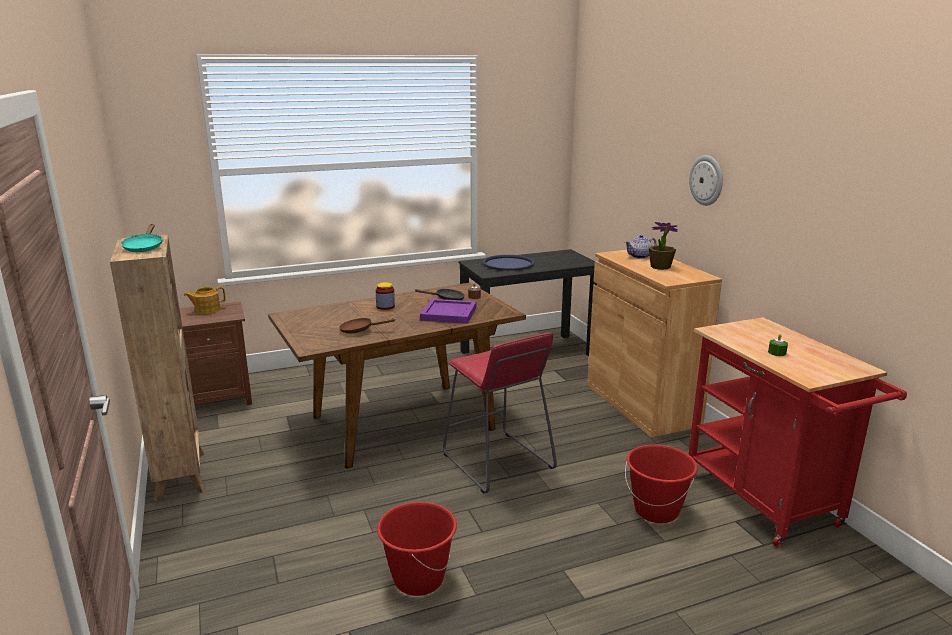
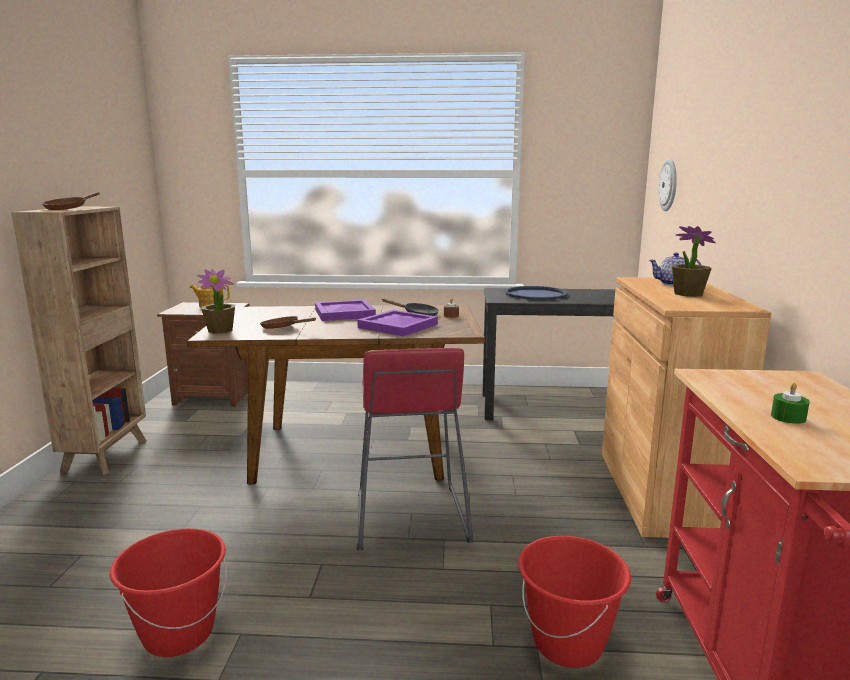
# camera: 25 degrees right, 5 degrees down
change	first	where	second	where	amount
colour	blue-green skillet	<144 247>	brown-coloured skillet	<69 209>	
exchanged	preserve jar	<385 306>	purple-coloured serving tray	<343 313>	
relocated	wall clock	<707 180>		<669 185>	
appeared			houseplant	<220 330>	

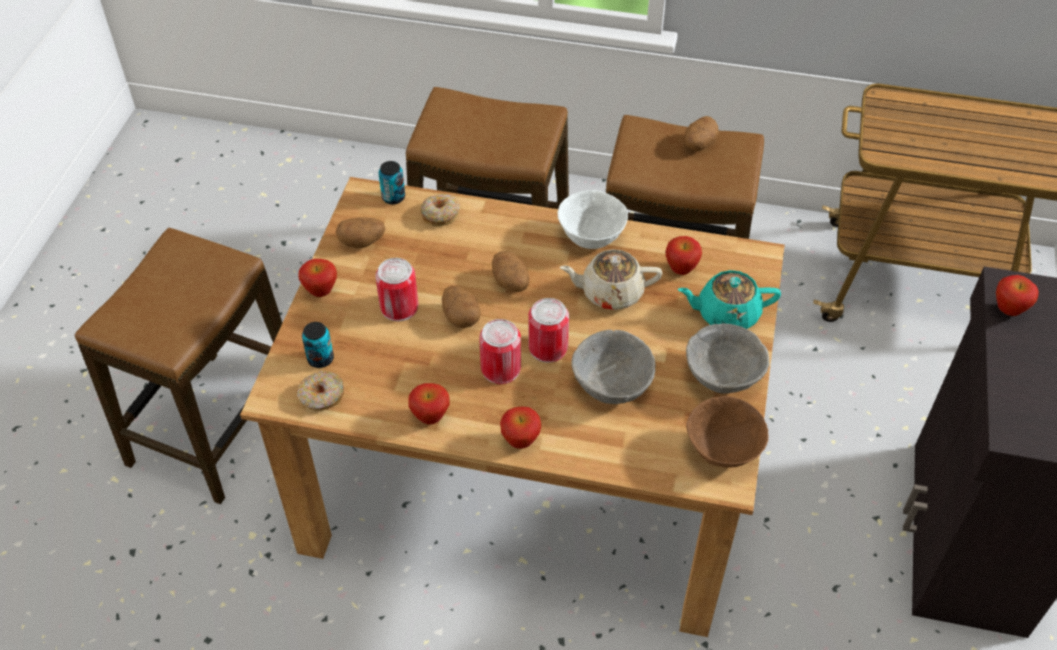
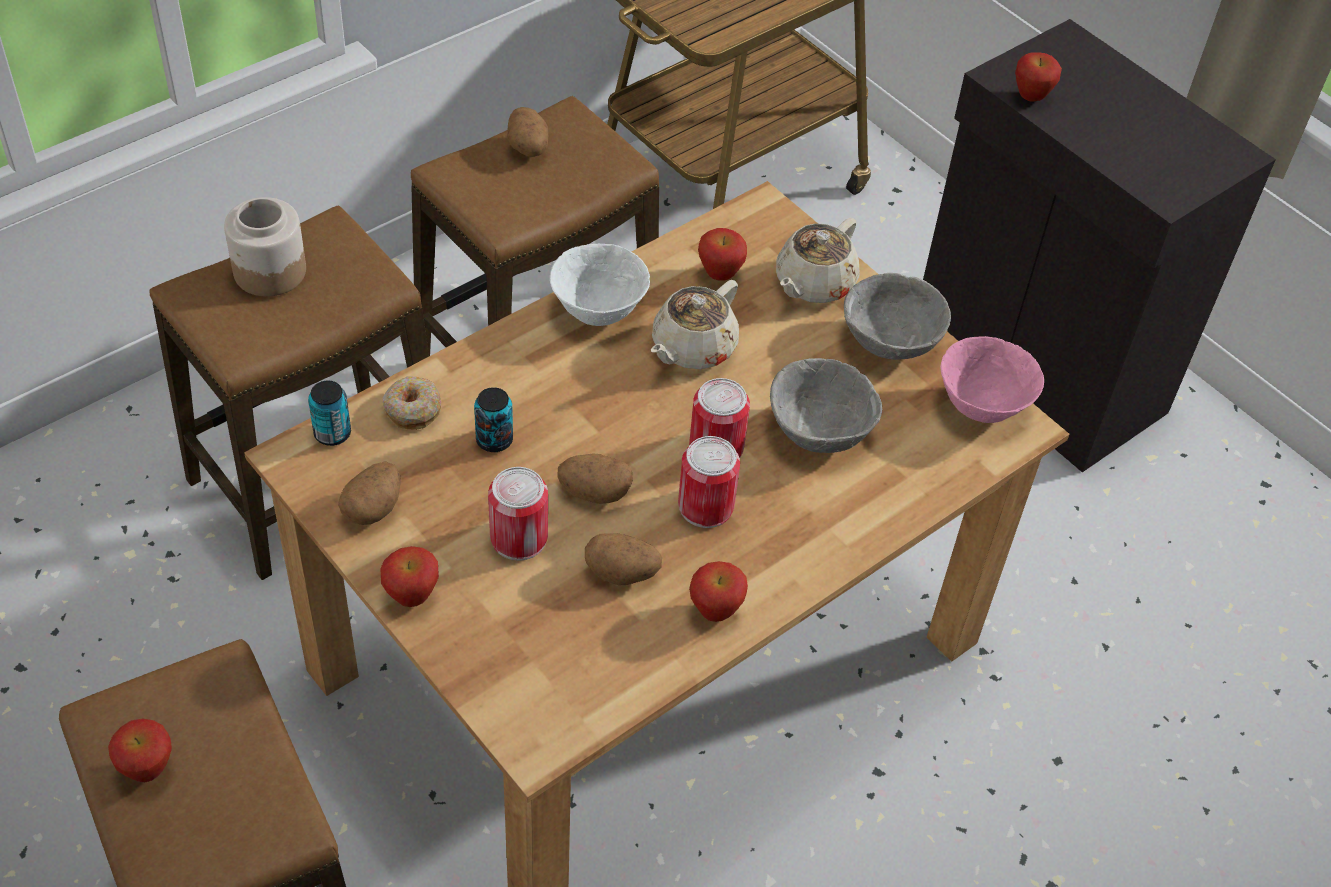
# camera: 55 degrees left, 0 degrees up
change	first	where	second	where	amount
missing	doughnut	<322 396>			
relocated	can	<320 359>		<494 440>	
relocated	spud	<511 283>		<622 572>	
relocated	whole apple	<520 442>		<148 770>	
colour	blue-green tea pot	<726 314>	beige tea pot	<813 283>	
colour	brown-coloured serving bowl	<722 452>	pink-coloured serving bowl	<982 407>	
appeared			preserve jar	<269 271>	

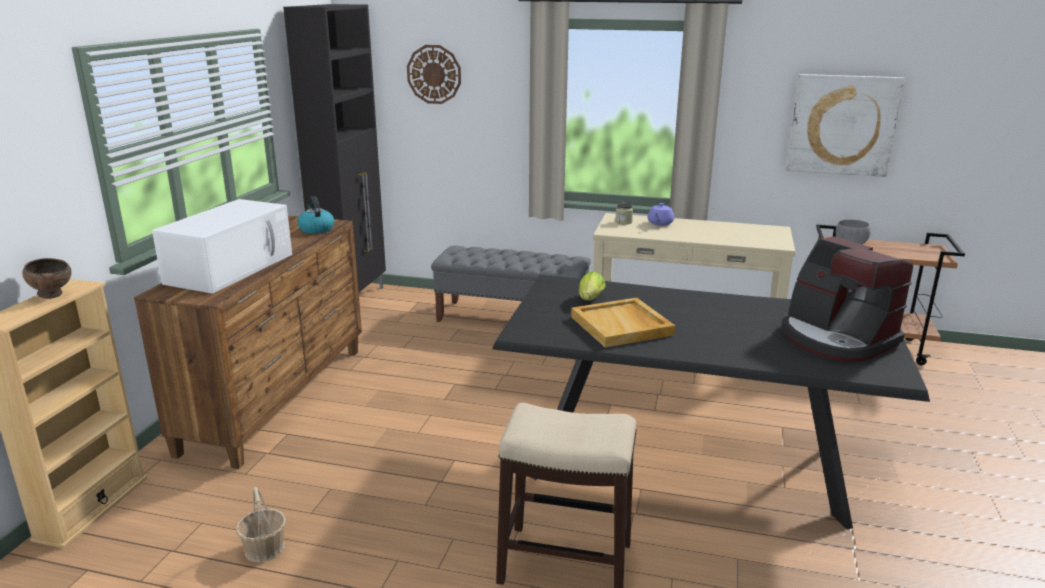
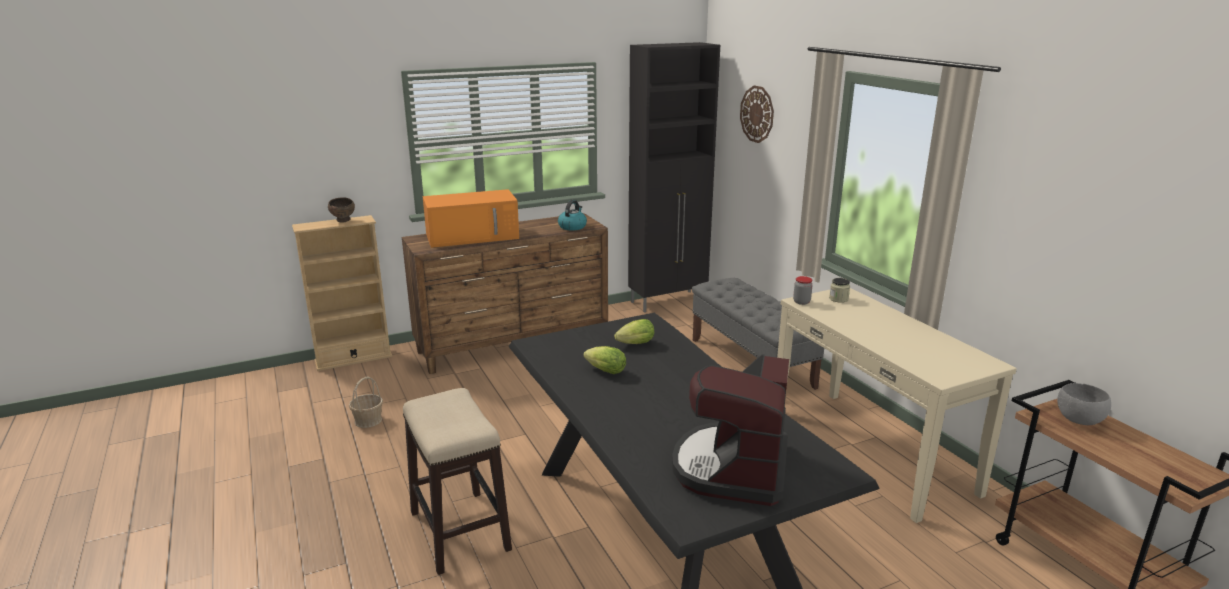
# camera: 50 degrees right, 0 degrees up
change	first	where	second	where	amount
colour	white-coloured kitchen microwave	<231 268>	orange kitchen microwave	<473 236>	
exchanged	beige serving tray	<622 326>	lettuce	<603 371>	
missing	purple-coloured tea pot	<660 223>			
missing	picture	<842 125>			
appeared			preserve jar	<801 302>	

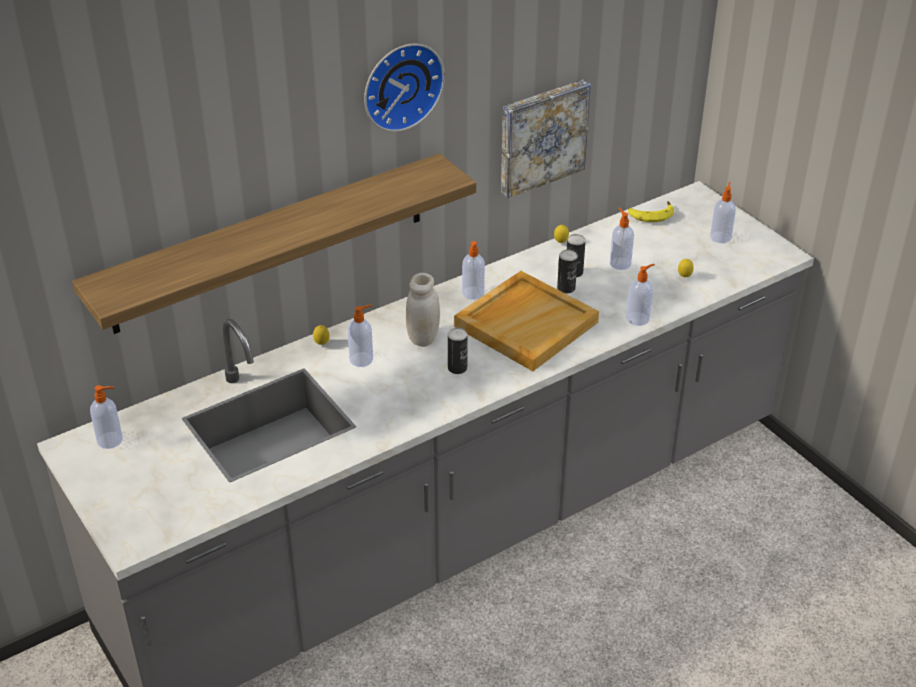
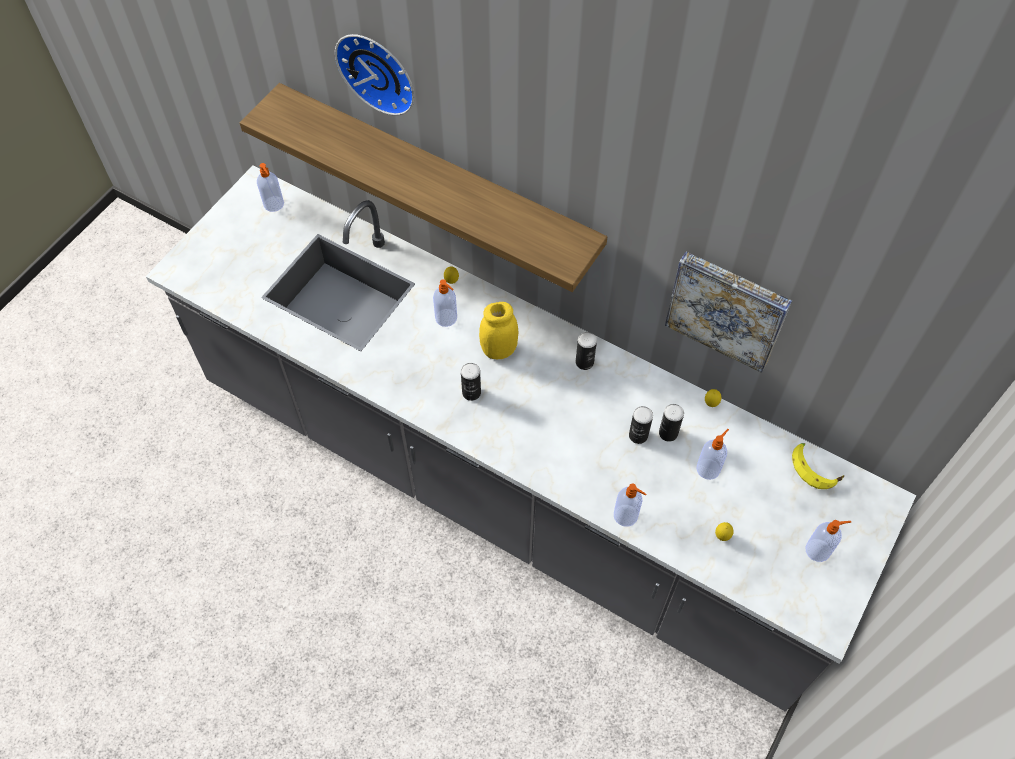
# camera: 65 degrees right, 20 degrees up
change	first	where	second	where	amount
relocated	wall clock	<400 85>		<379 70>	
colour	white-coloured preserve jar	<423 338>	yellowish preserve jar	<499 350>	
missing	beige serving tray	<526 323>			
exchanged	liquid soap bottle	<473 293>	can	<584 362>	

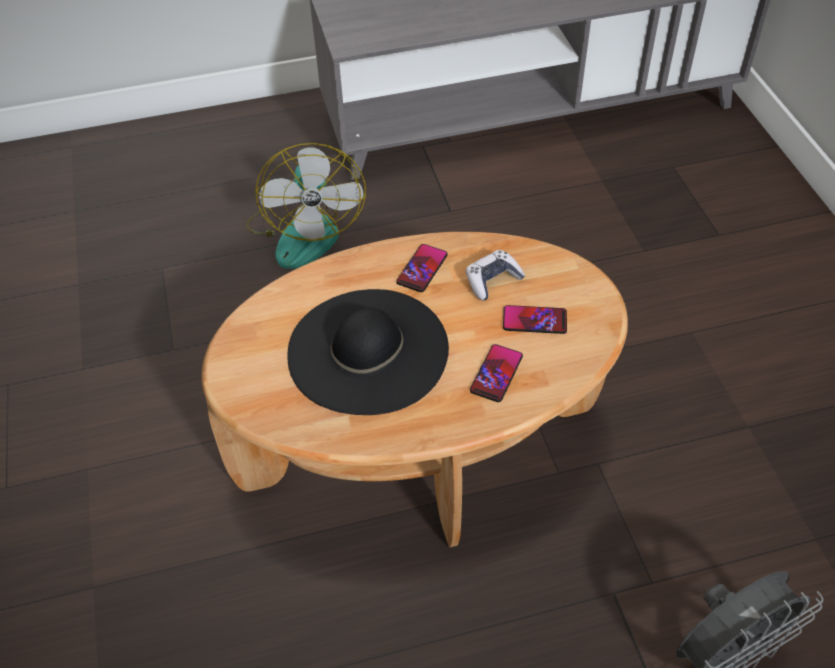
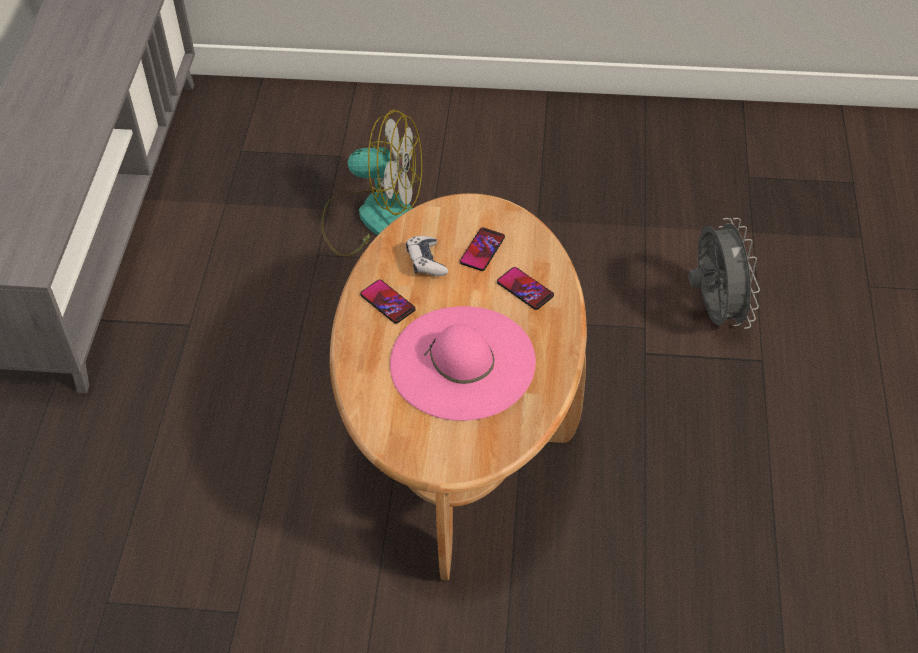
# camera: 70 degrees left, 0 degrees up
change	first	where	second	where	amount
relocated	electric fan	<305 230>		<373 217>	
colour	black clothing hat	<368 351>	pink-coloured clothing hat	<463 362>	

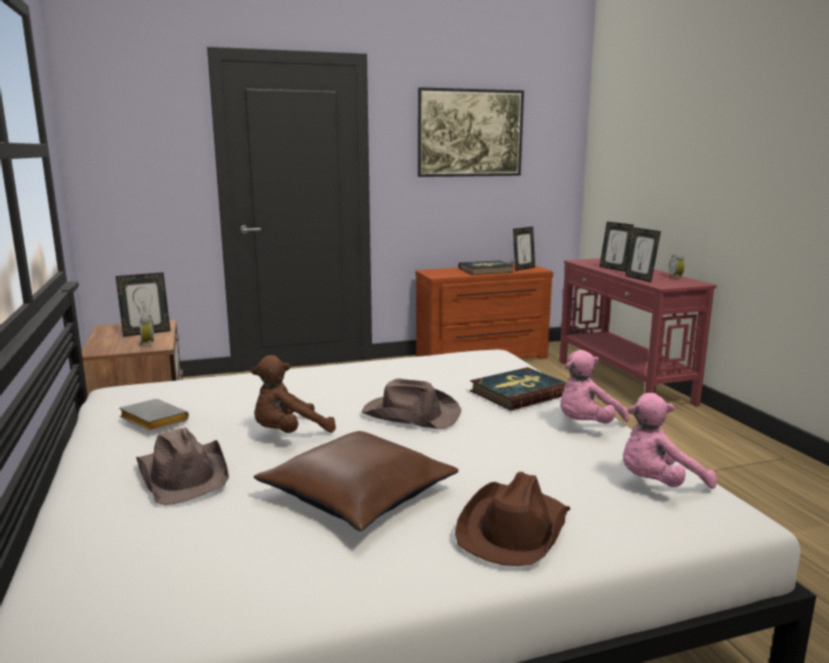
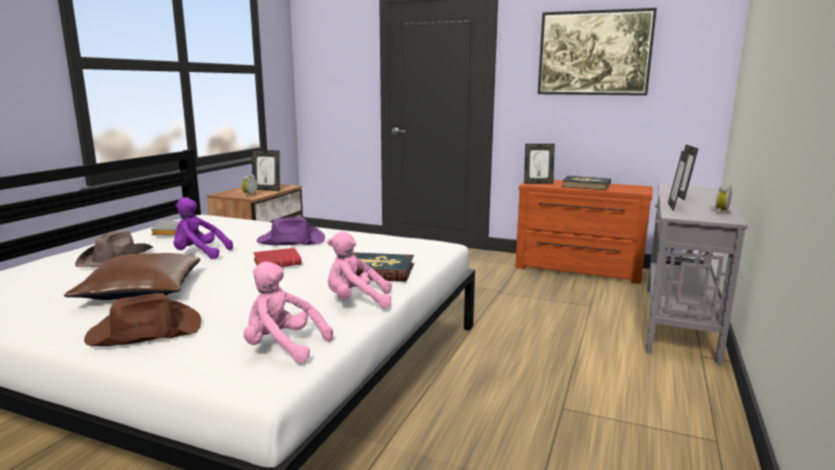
# camera: 40 degrees right, 0 degrees up
change	first	where	second	where	amount
colour	brown-coloured soft toy	<289 434>	purple-coloured soft toy	<199 254>	
exchanged	brown-coloured clothing hat	<410 414>	reddish book	<278 263>	
relocated	standing frame	<523 268>		<538 183>	
colour	reddish console table	<622 382>	grey console table	<678 321>	
appeared			purple-coloured clothing hat	<290 240>	

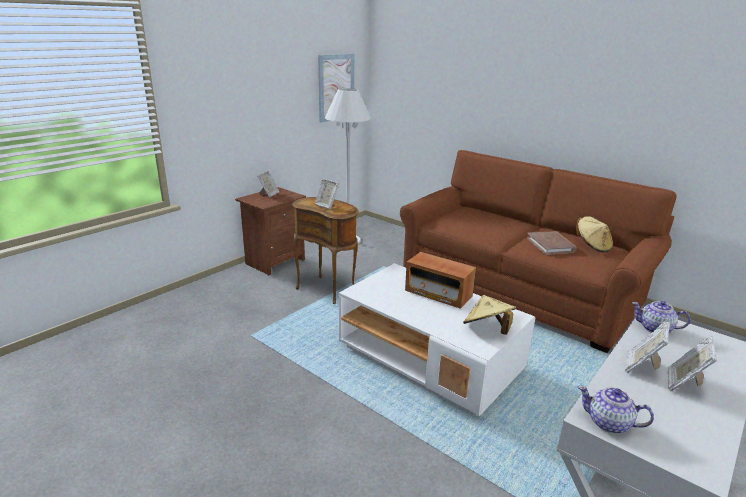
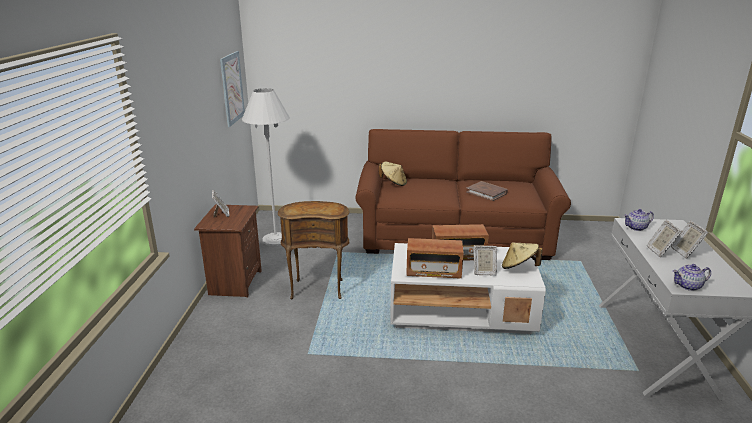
# camera: 35 degrees left, 0 degrees up
change	first	where	second	where	amount
relocated	standing frame	<326 206>		<483 272>	
relocated	beige clothing hat	<592 246>		<393 183>	
appeared			radio	<433 271>	

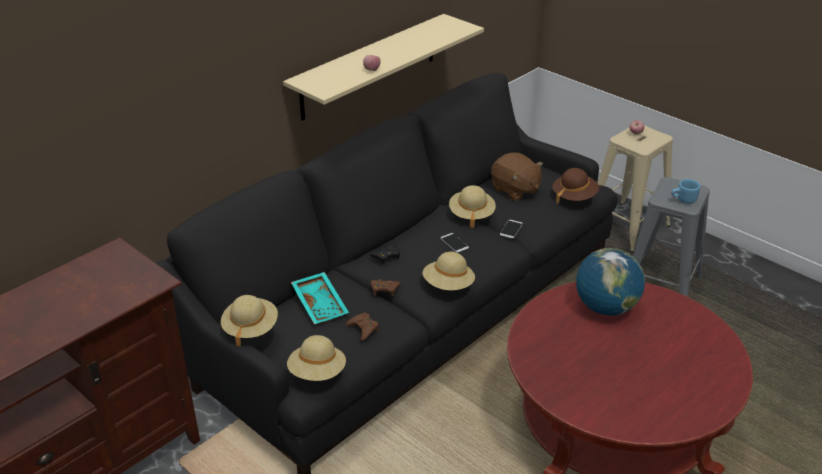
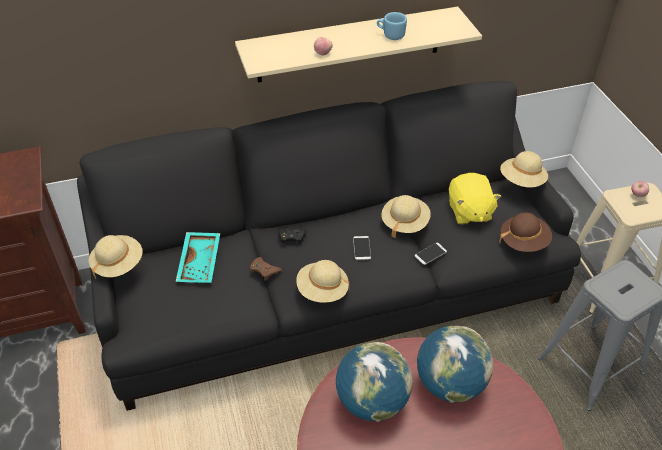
# camera: 30 degrees right, 10 degrees up
change	first	where	second	where	amount
relocated	beige clothing hat	<317 372>		<522 181>	
missing	brown-coloured game controller	<363 329>			
colour	brown-coloured soft toy	<515 190>	yellowish soft toy	<469 212>	
relocated	bluish coffee mug	<683 200>		<390 35>	
appeared			globe	<372 402>	

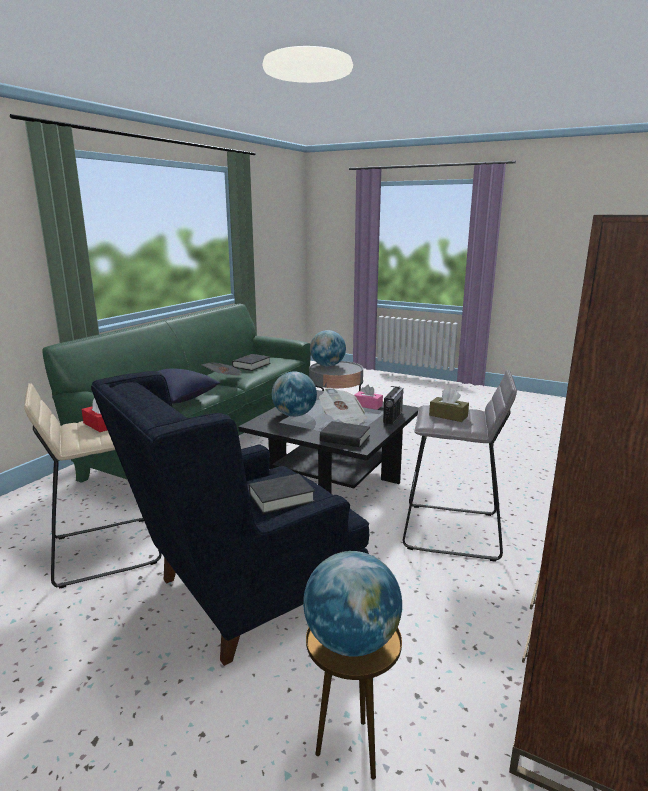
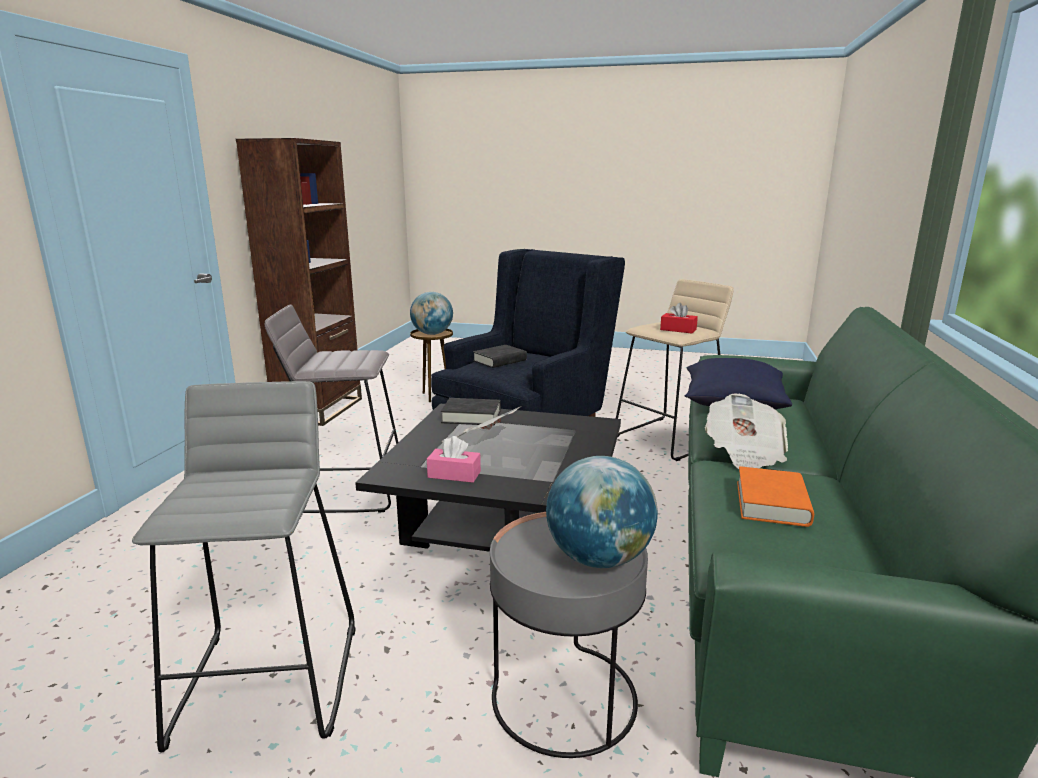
# camera: 165 degrees right, 0 degrees up
change	first	where	second	where	amount
colour	black book	<251 365>	orange book	<772 503>	
missing	globe	<294 415>			
missing	radio	<392 417>			
missing	brown-coloured tissue holder	<448 416>			
appeared			grey stool seat	<270 681>	

